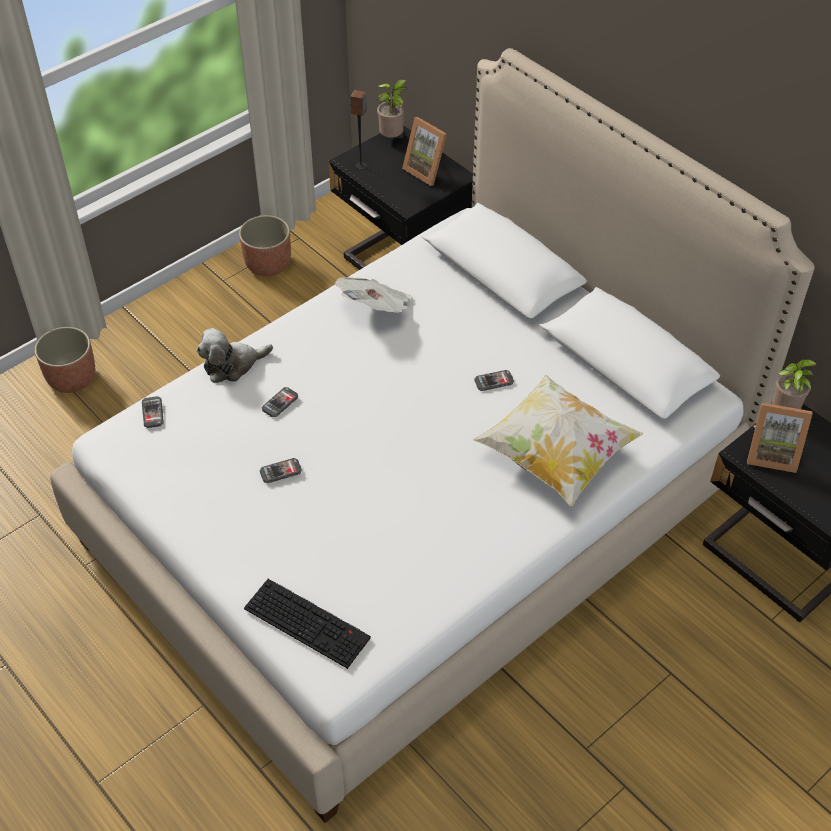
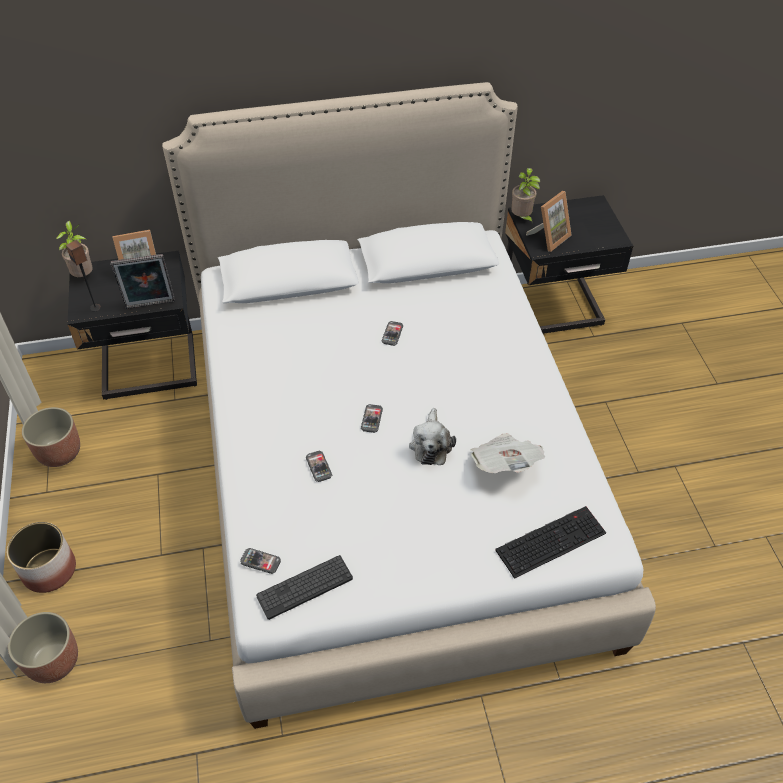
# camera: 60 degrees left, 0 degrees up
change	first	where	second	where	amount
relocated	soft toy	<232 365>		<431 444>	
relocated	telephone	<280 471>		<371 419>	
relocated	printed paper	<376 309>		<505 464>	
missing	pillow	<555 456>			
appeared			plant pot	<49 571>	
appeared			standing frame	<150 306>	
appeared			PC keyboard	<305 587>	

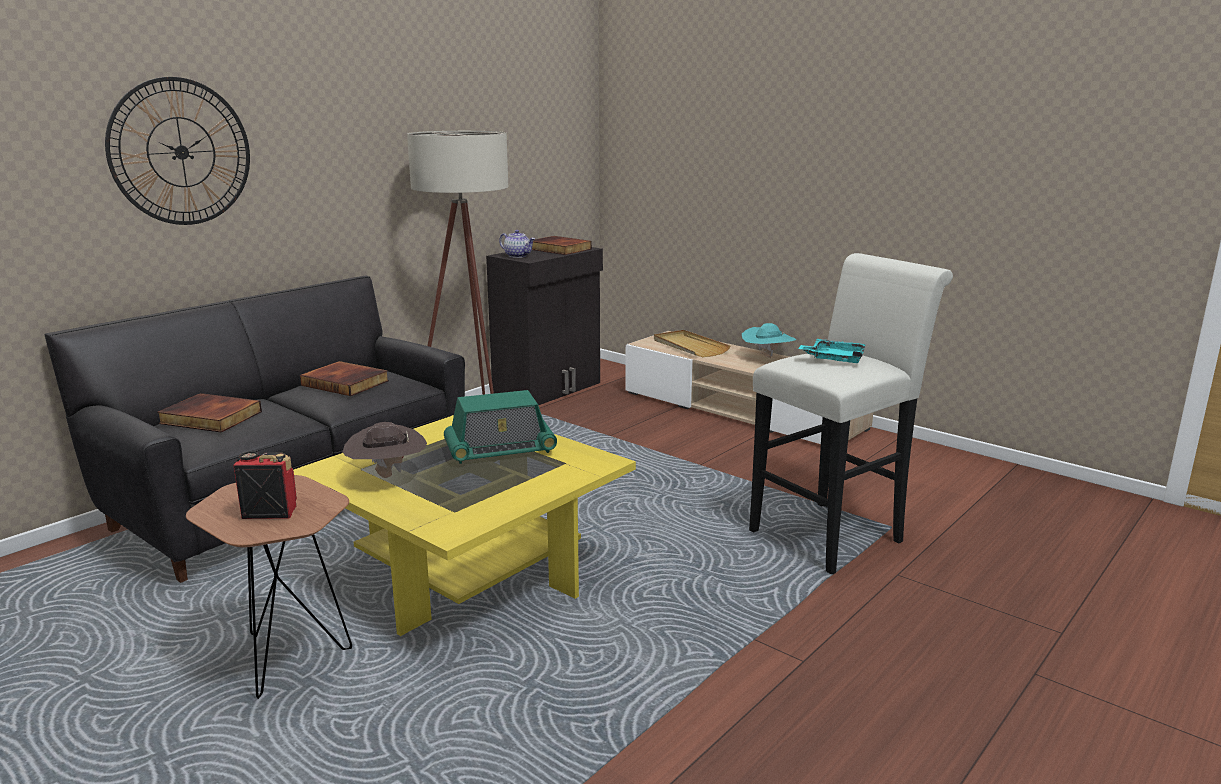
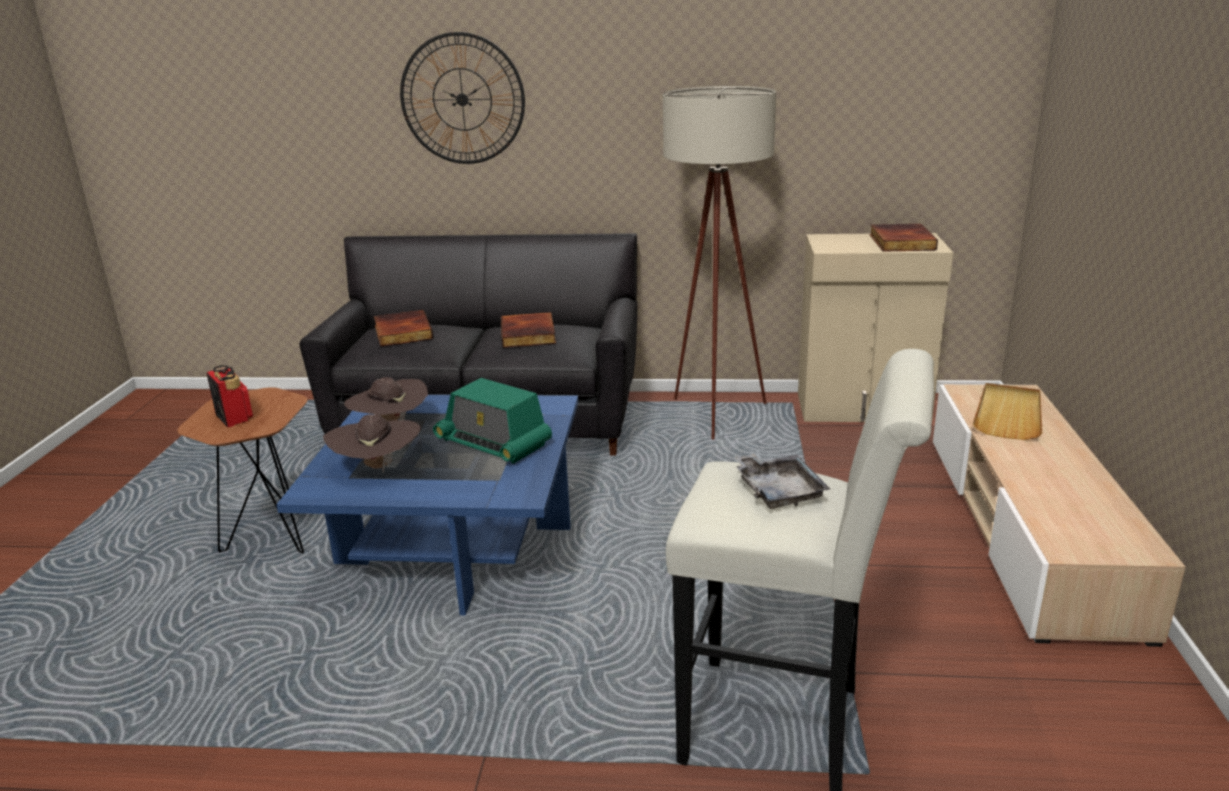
# camera: 55 degrees right, 5 degrees up
change	first	where	second	where	amount
colour	yellowish low table	<470 573>	bluish low table	<455 546>	
colour	black cupboard	<549 389>	beige cupboard	<863 408>	
missing	tea pot	<518 256>			
missing	blue-green clothing hat	<767 358>			
colour	blue-green serving tray	<834 359>	grey serving tray	<778 491>	
appeared			brown-coloured clothing hat	<378 468>	

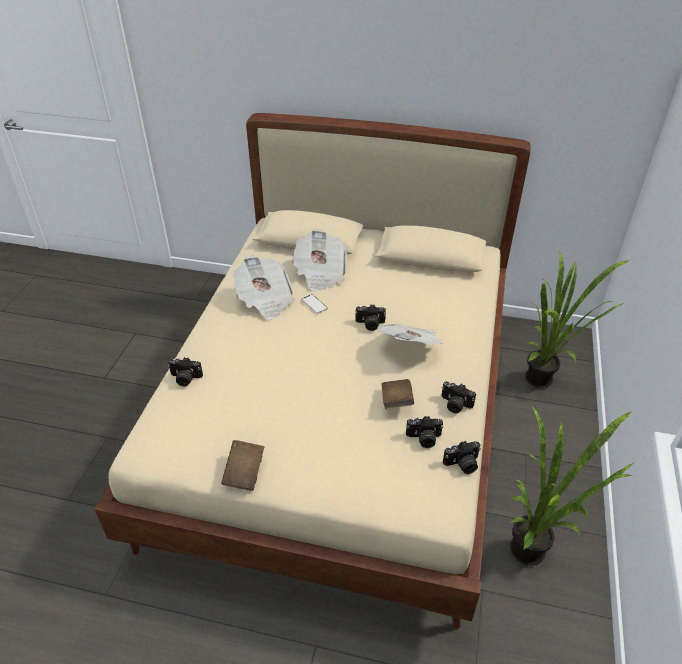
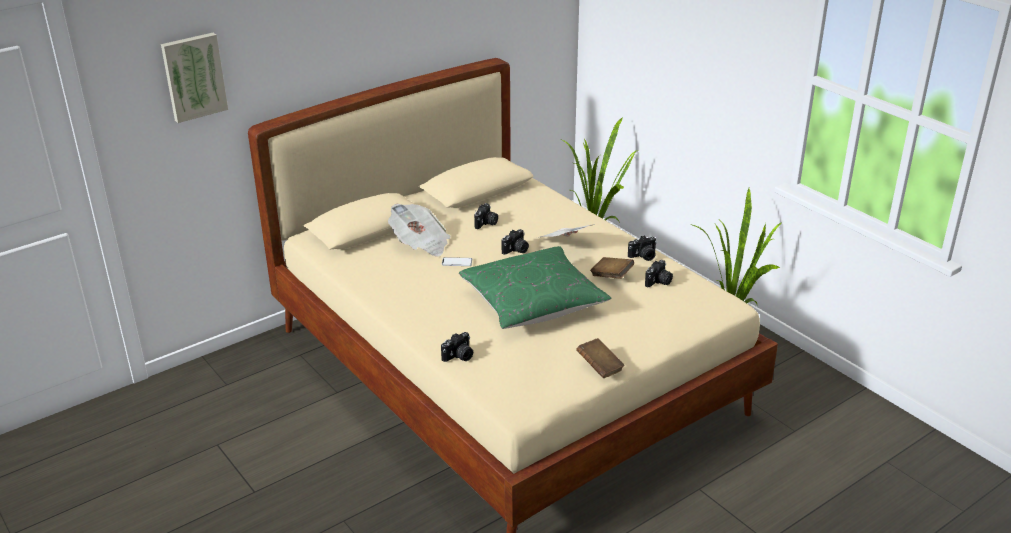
# camera: 50 degrees left, 10 degrees down
change	first	where	second	where	amount
missing	printed paper	<265 300>			
relocated	still camera	<462 464>		<486 223>	
appeared			picture	<193 76>	
appeared			greenish pillow	<533 303>	

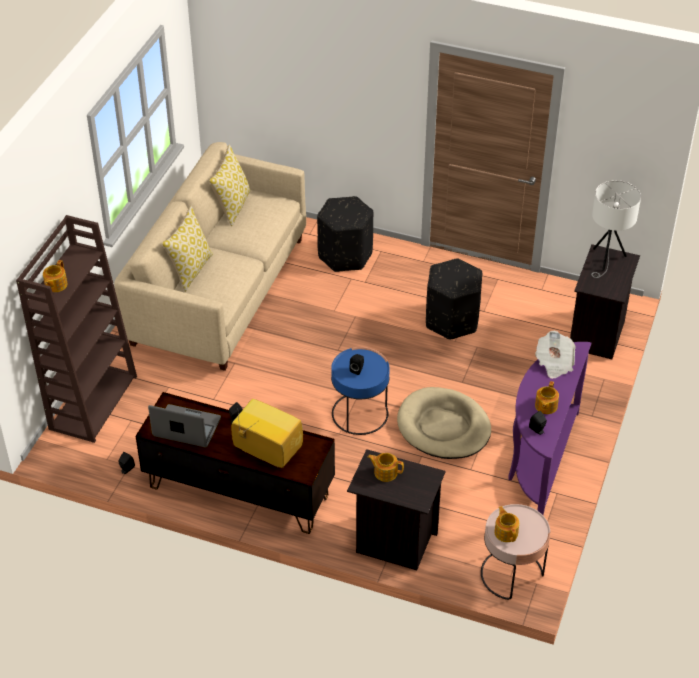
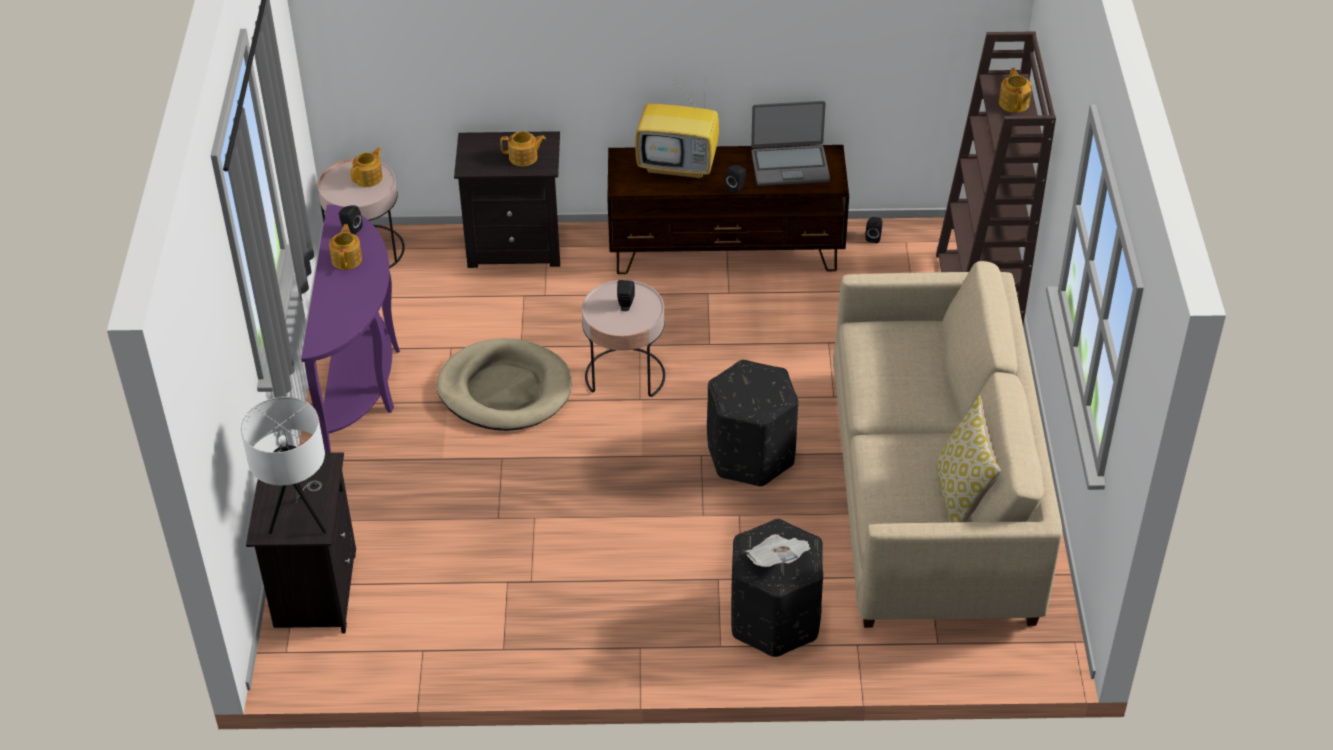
# camera: 160 degrees right, 0 degrees up
change	first	where	second	where	amount
missing	pillow	<190 269>			
colour	bluish accent table	<359 414>	pink-coloured accent table	<625 376>	
relocated	black footrest	<451 320>		<751 455>	
spun	tea pot	<506 532>		<369 178>	105 degrees counterclockwise
relocated	printed paper	<554 363>		<777 561>	

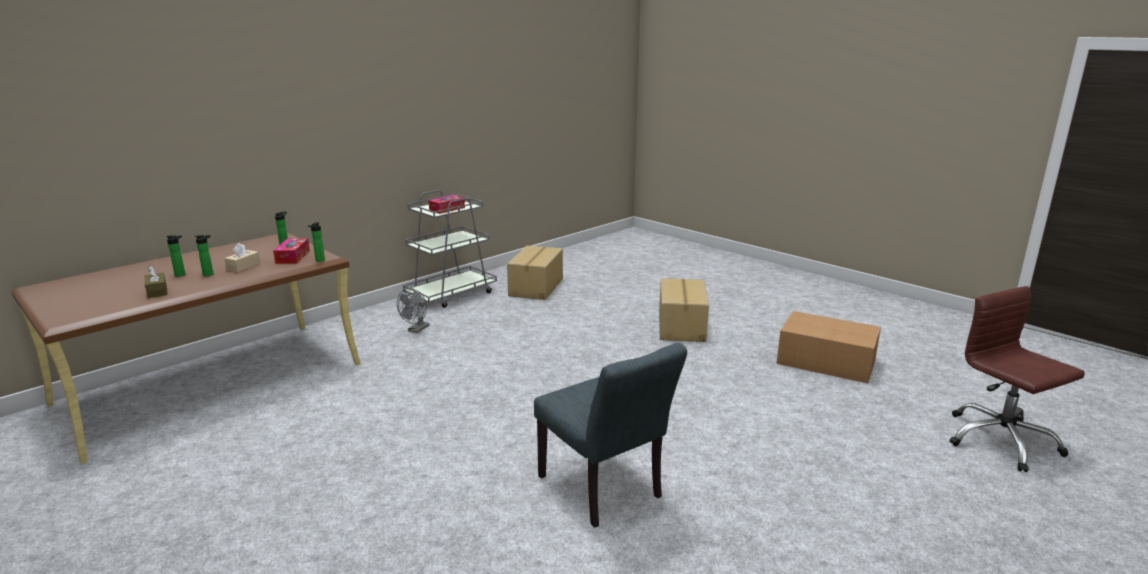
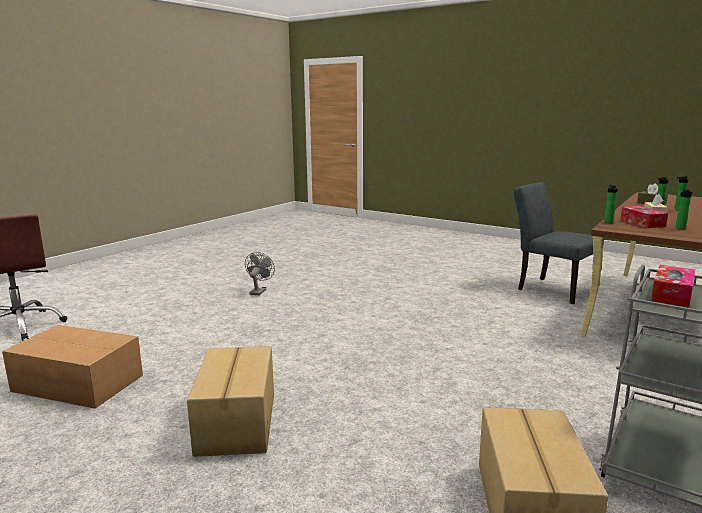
# camera: 170 degrees right, 5 degrees down
change	first	where	second	where	amount
relocated	grey electric fan	<416 330>		<259 291>	
relocated	grey upright chair	<605 491>		<550 289>	

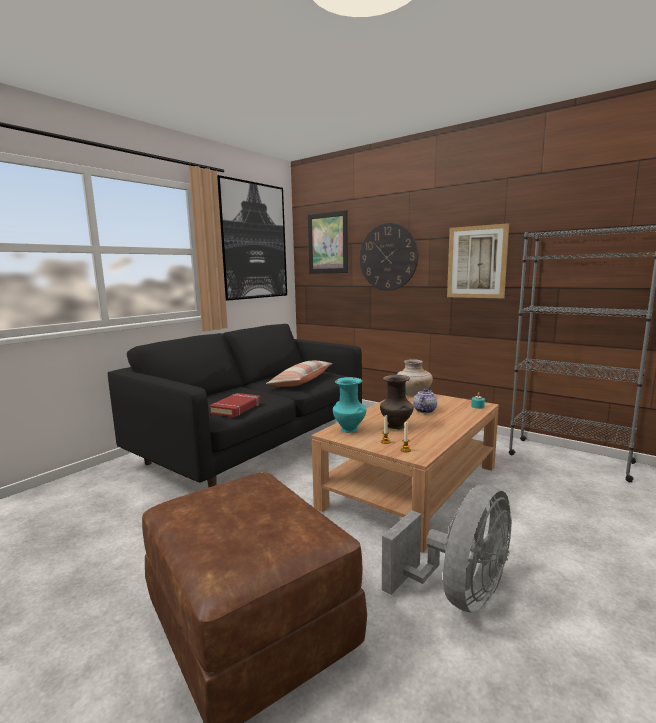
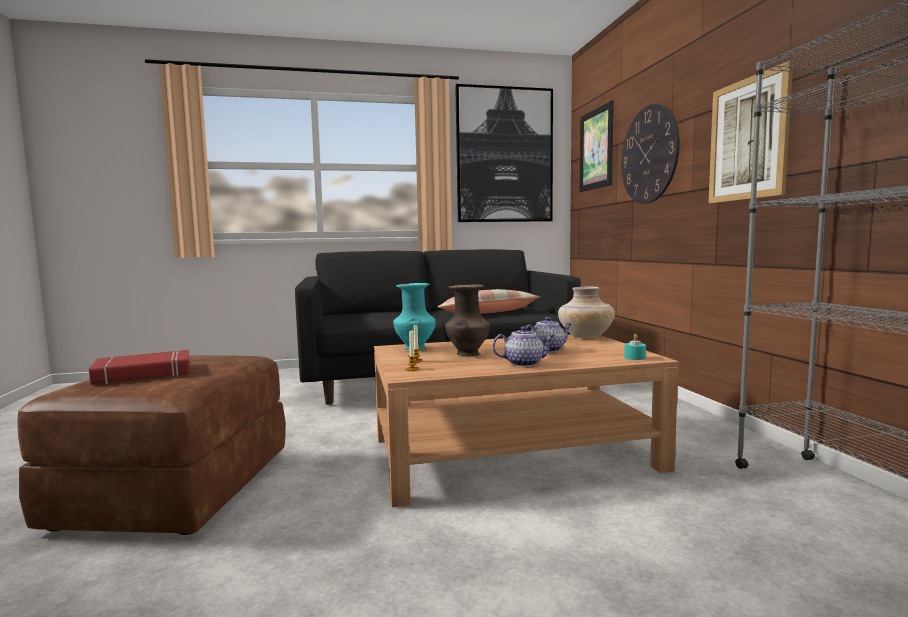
# camera: 40 degrees right, 5 degrees down
change	first	where	second	where	amount
relocated	reddish book	<236 408>		<143 374>	
missing	grey electric fan	<458 594>			
appeared			tea pot	<524 363>	

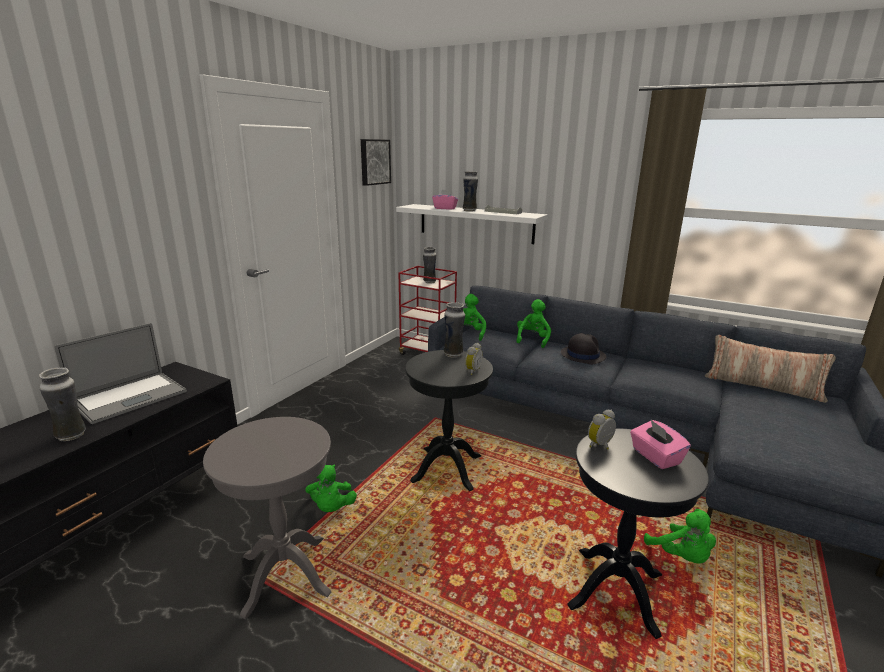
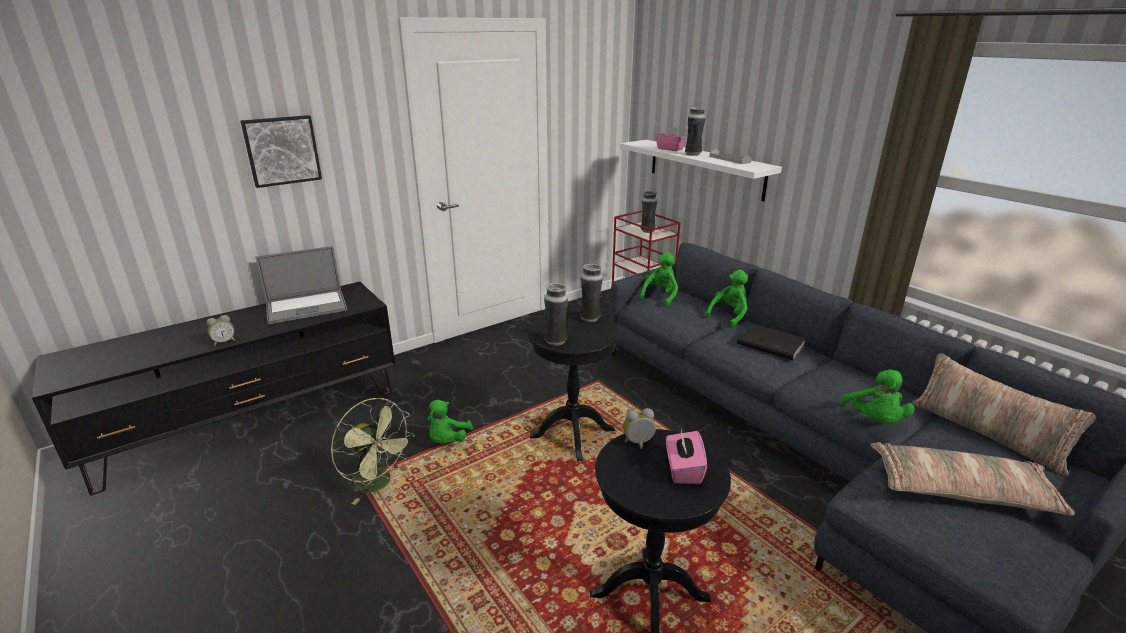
# camera: 25 degrees right, 5 degrees up
change	first	where	second	where	amount
relocated	decorative vase	<72 435>		<556 341>	
exchanged	grey accent table	<285 574>	greenish electric fan	<379 484>	
relocated	picture	<374 162>		<282 150>	
relocated	table clock	<472 371>		<224 342>	
exchanged	black clothing hat	<582 355>	black book	<770 345>	
relocated	greenish soft toy	<681 556>		<874 420>	
appeared			pillow	<961 491>	

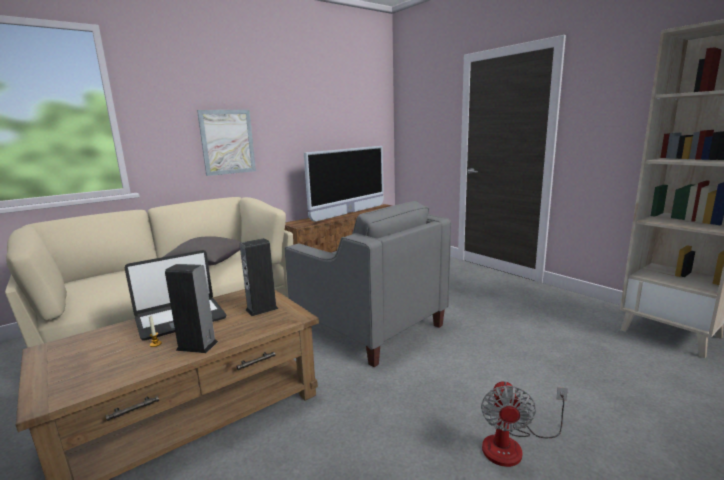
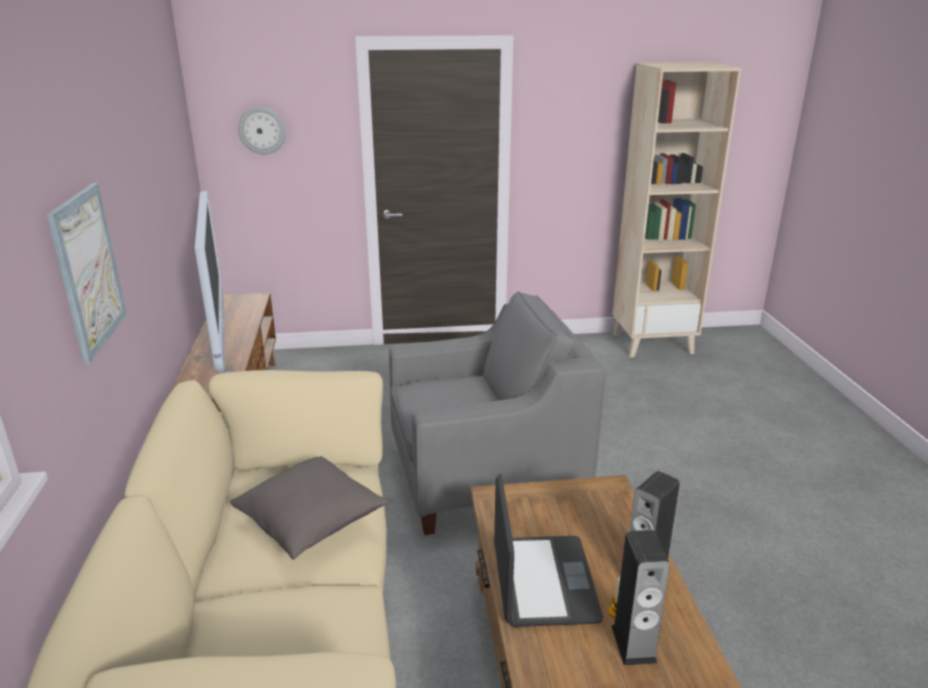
# camera: 60 degrees left, 10 degrees up
change	first	where	second	where	amount
relocated	loudspeaker	<262 309>		<633 644>	
missing	electric fan	<513 445>			
appeared			wall clock	<262 130>	

